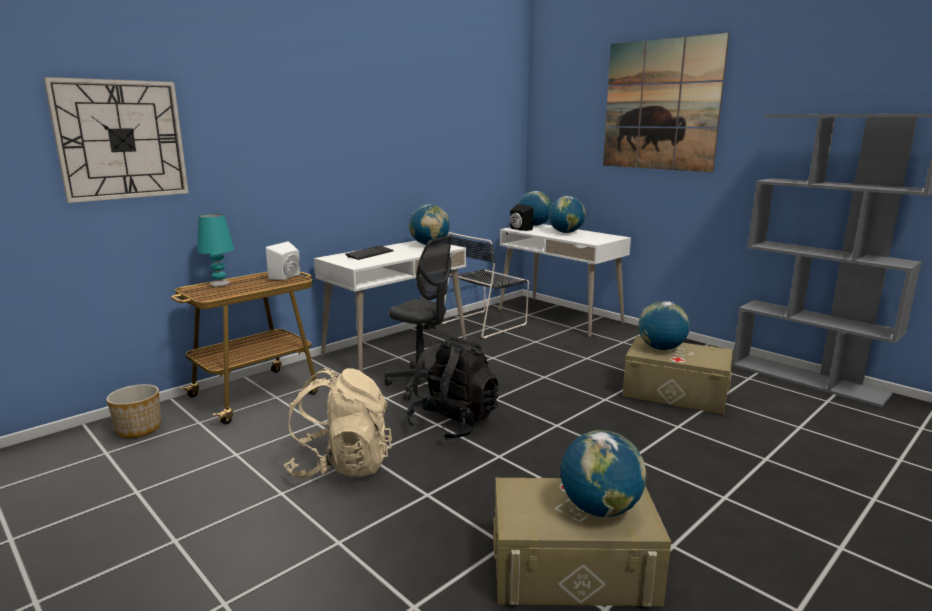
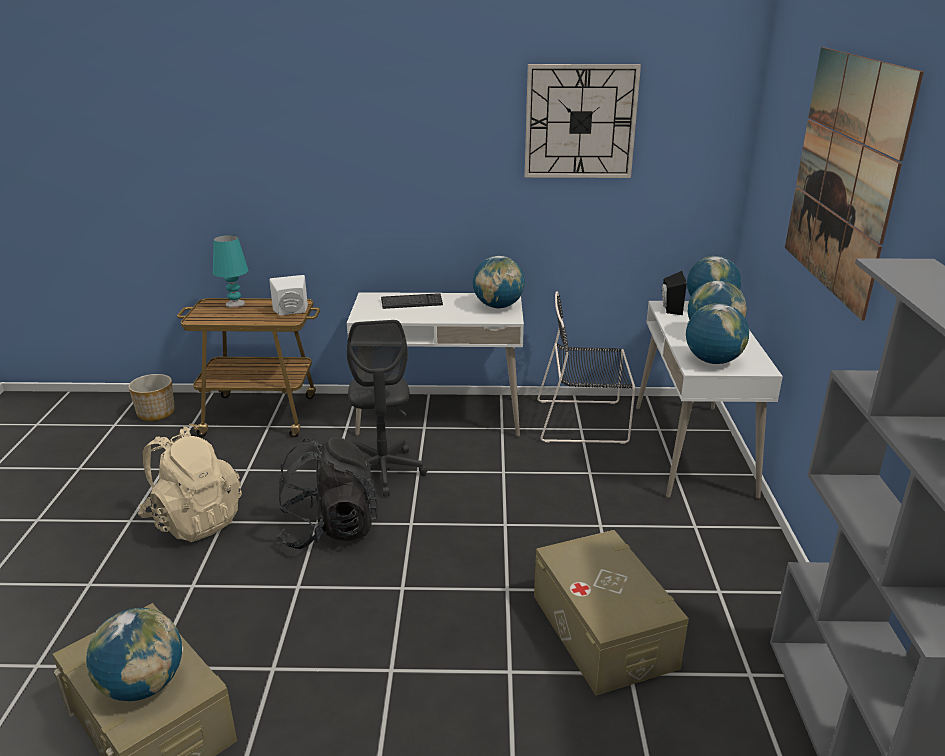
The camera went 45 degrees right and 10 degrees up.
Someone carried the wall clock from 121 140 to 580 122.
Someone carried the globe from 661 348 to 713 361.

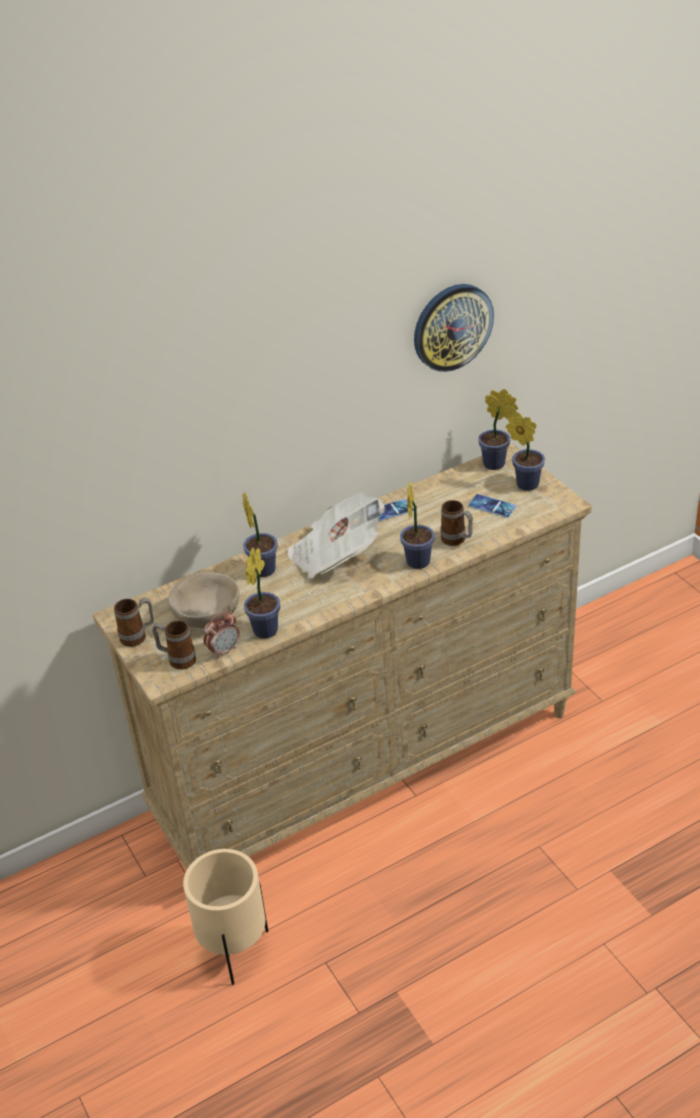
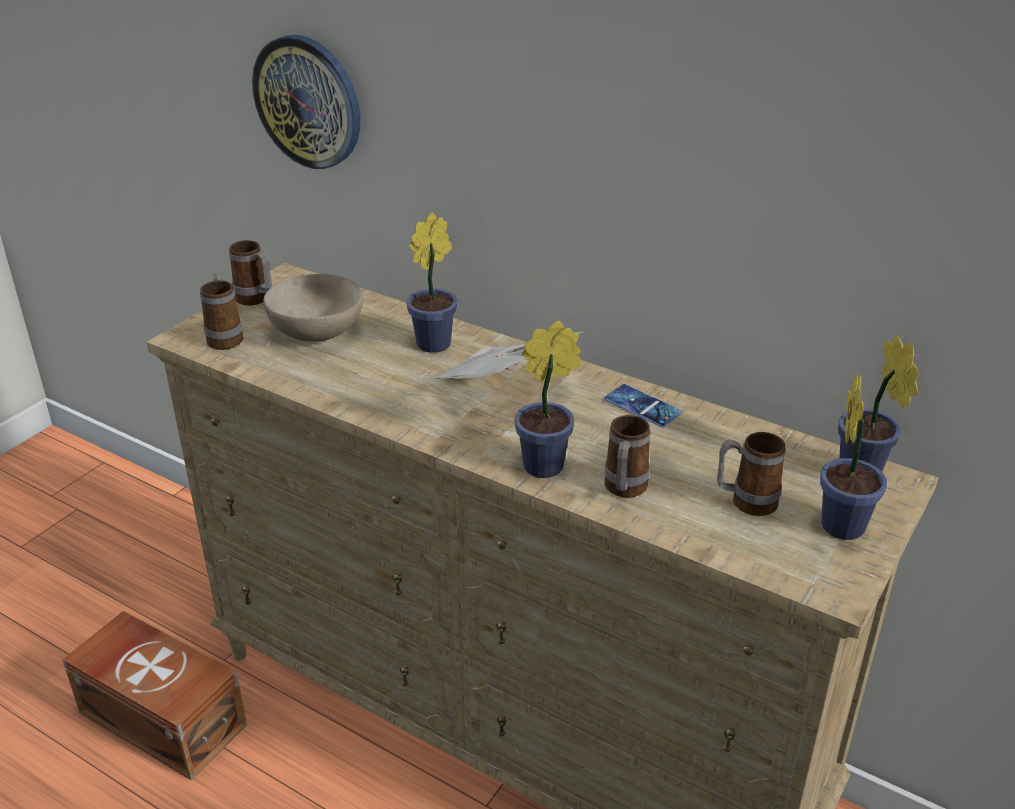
The camera went 60 degrees right and 5 degrees down.
Someone carried the wall clock from 452 327 to 308 102.
Someone swapped the phone at 492 506 for the mug at 745 502.
Someone took away the potted plant at 267 628.
Someone took away the alarm clock at 224 651.
Someone swapped the beige planter at 234 950 for the brown storage box at 163 716.

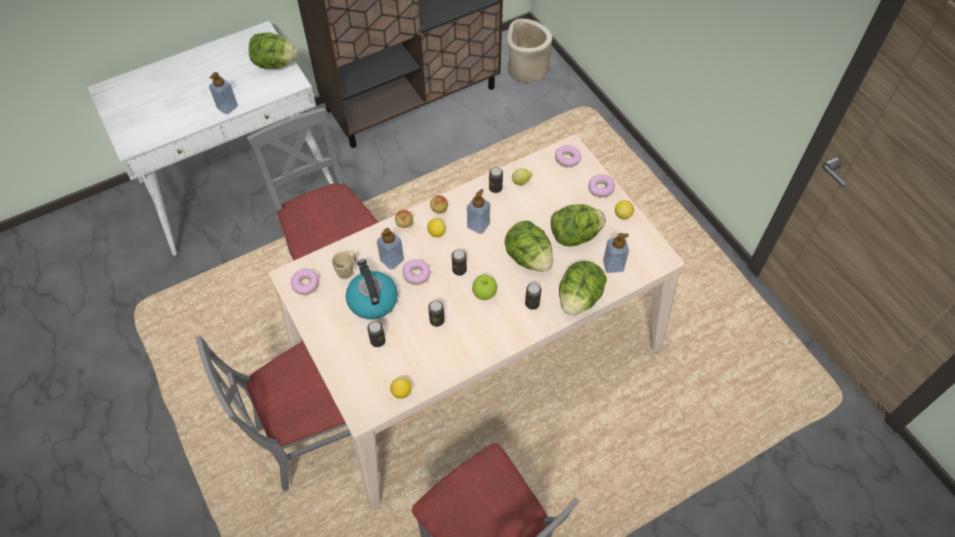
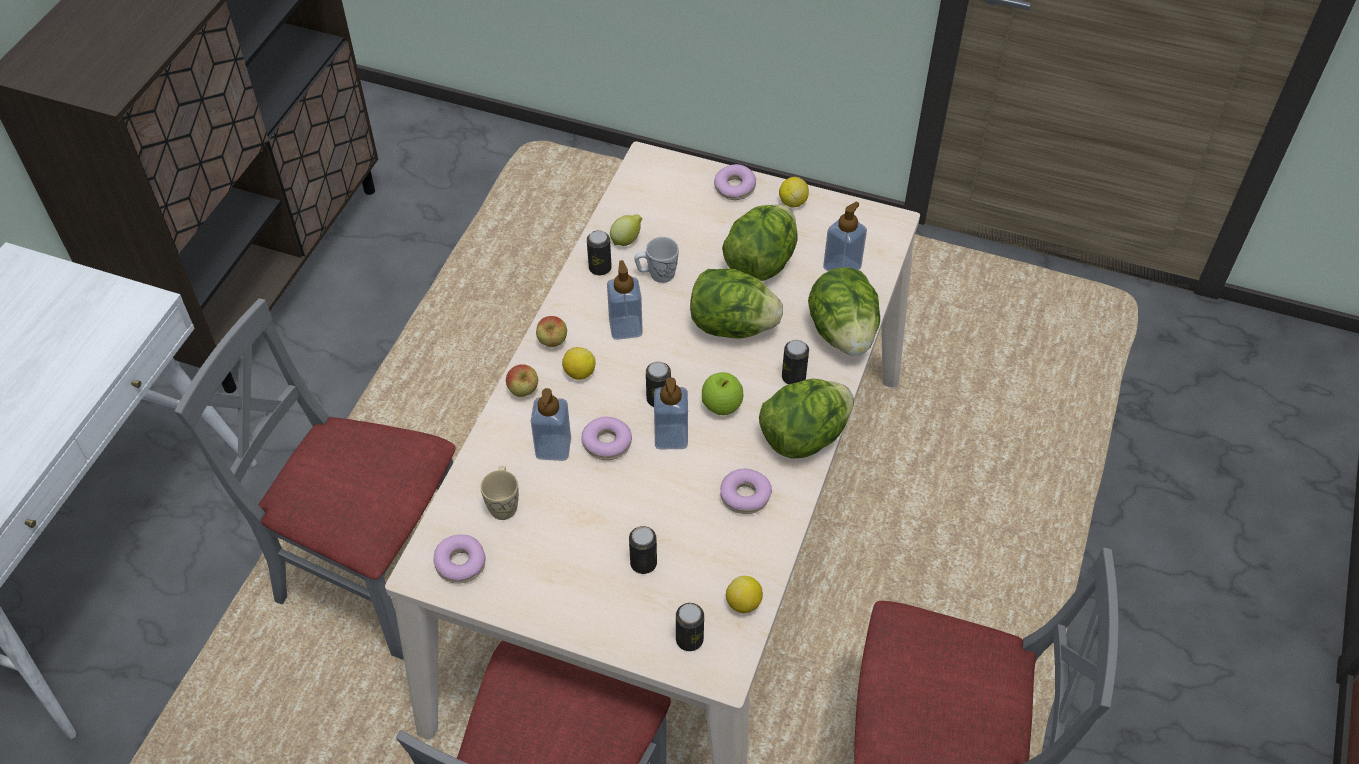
The camera went 40 degrees left and 5 degrees down.
Someone took away the beige planter at 526 69.
Someone carried the lettuce from 274 64 to 803 437.
Someone carried the soap dispenser from 227 107 to 671 437.
Someone carried the donut from 567 159 to 745 496.
Someone took away the kettle at 372 300.
Someone carried the can from 437 320 to 689 639.
Someone put down the white mug at 656 274.

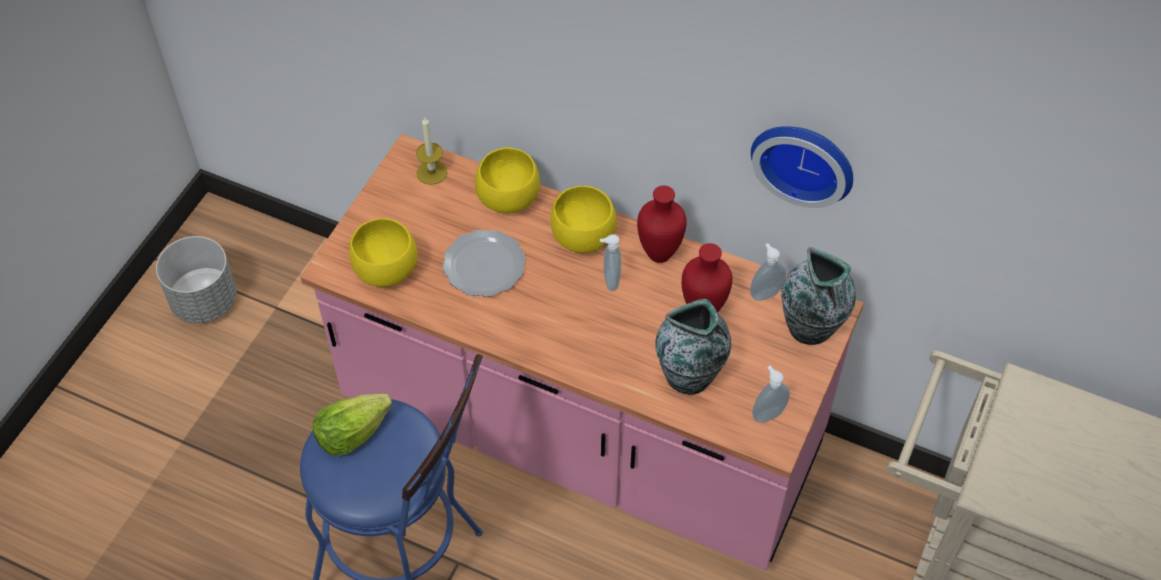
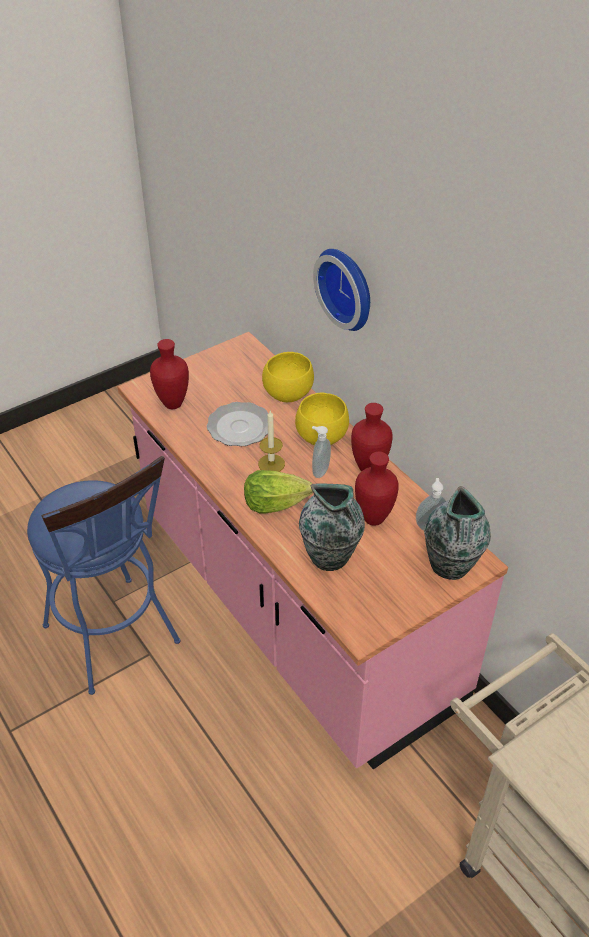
The camera went 30 degrees right and 10 degrees down.
Someone carried the candle from 432 172 to 271 464.
Someone carried the wall clock from 805 159 to 348 287.
Someone swapped the yellow bowl at 385 272 for the red vase at 171 404.
Someone took away the grey planter at 204 300.
Someone took away the soap dispenser at 767 413.
Someone carried the lettuce from 351 434 to 274 504.

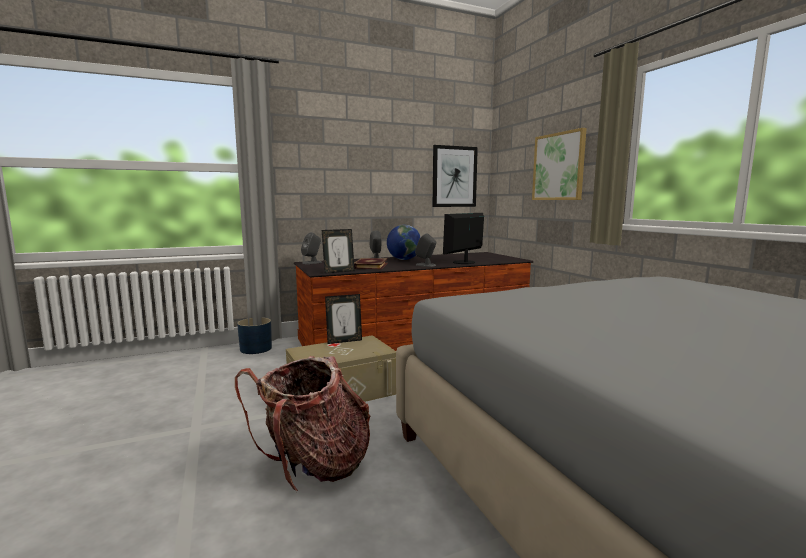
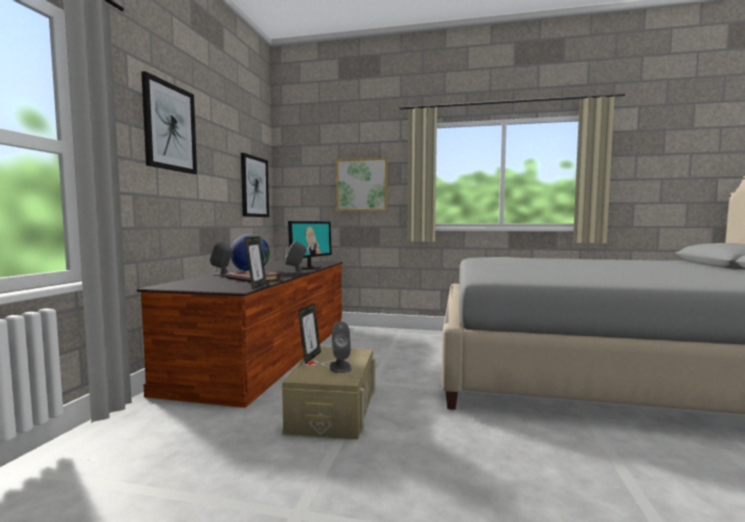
The camera went 55 degrees left and 5 degrees down.
Someone rotated the monitor at 464 262 by 135 degrees counterclockwise.
Someone carried the grey speaker from 312 262 to 340 367.
Someone took away the blue planter at 256 349.
Someone took away the backpack at 314 466.
Someone put up the picture at 169 127.

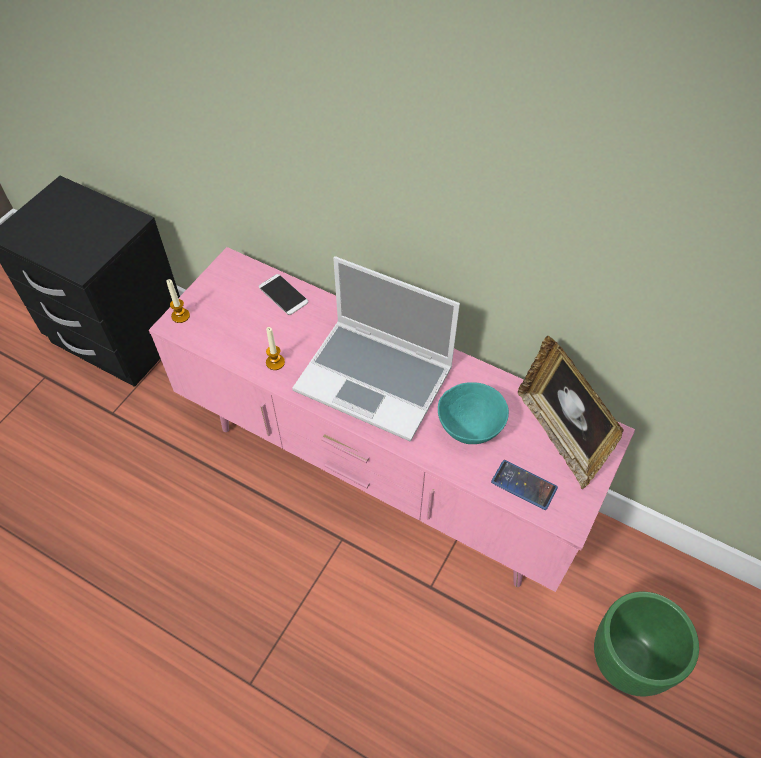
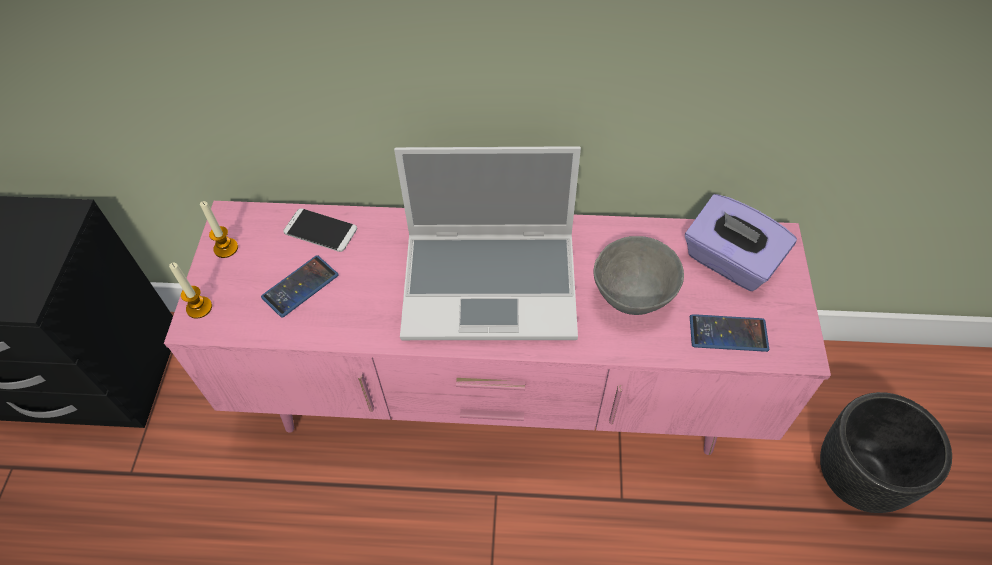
The camera went 25 degrees left and 0 degrees up.
Someone carried the candle from 275 362 to 226 248.
Someone swapped the picture frame at 559 435 for the purple tissue box at 729 262.
Someone repainted the turquoise bowl at 469 431, which became the grey bowl at 632 299.
Someone repainted the green planter at 627 659, which became the black planter at 856 476.
Someone put down the phone at 300 286.

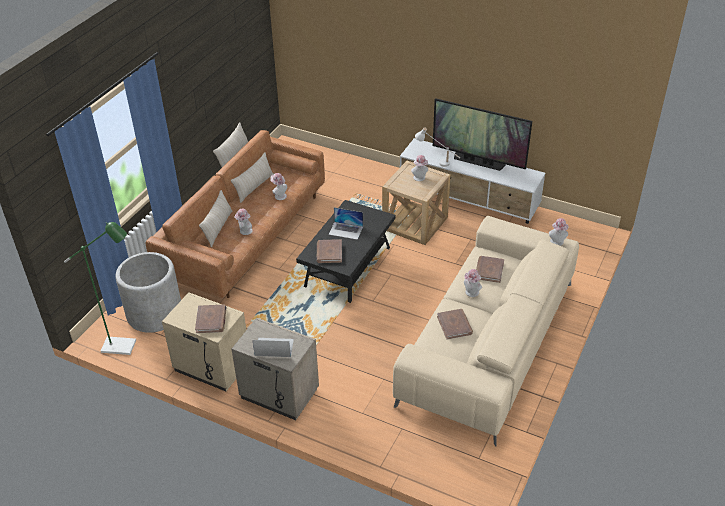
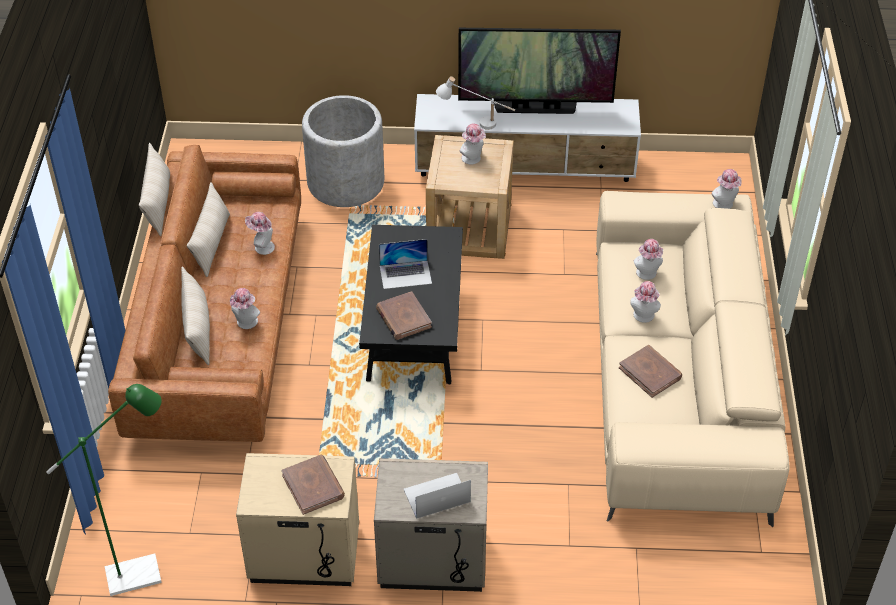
The camera went 25 degrees left and 5 degrees up.
Someone carried the grey planter from 154 313 to 345 182.
Someone swapped the brown book at 489 270 for the hat at 647 274.

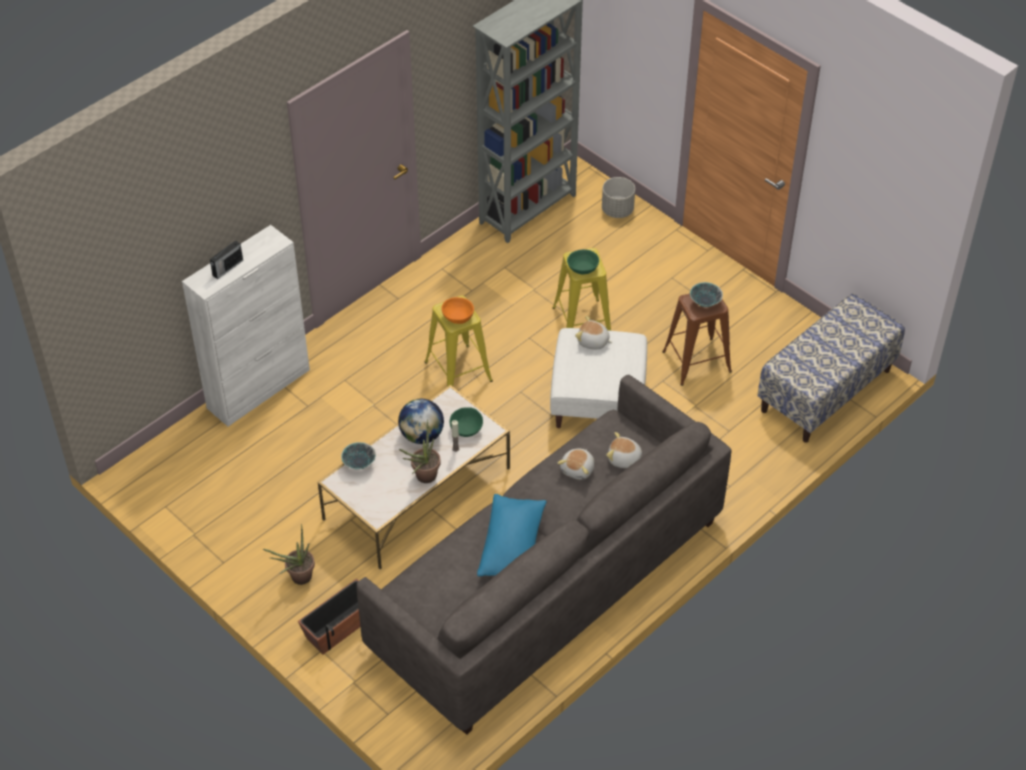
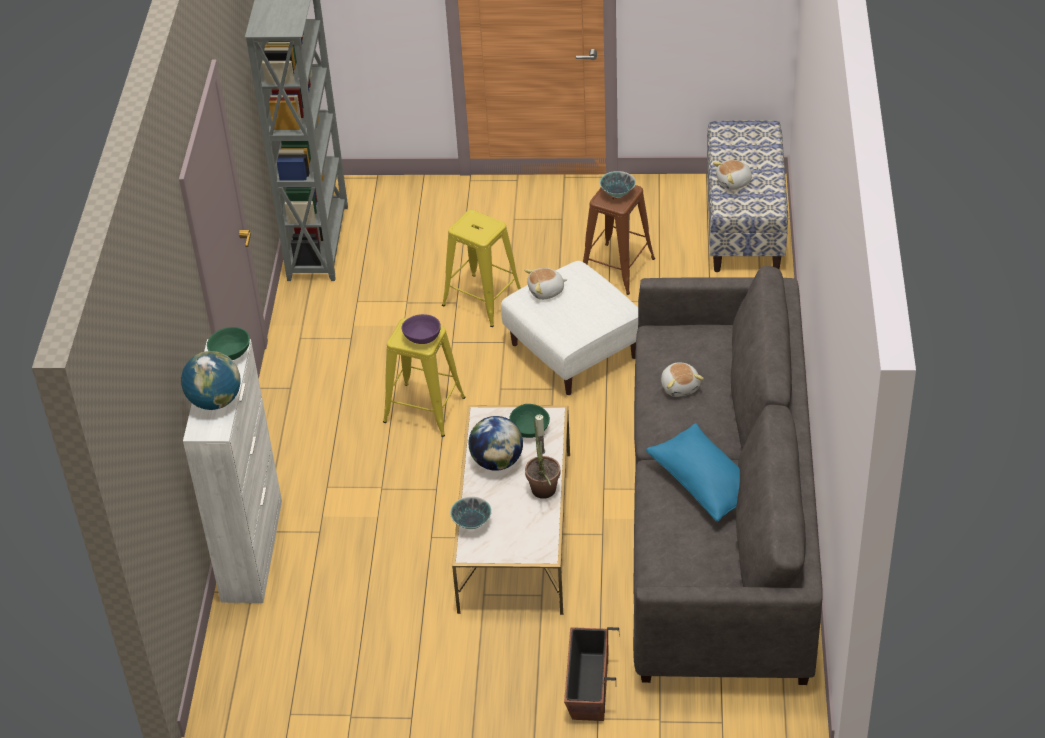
The camera went 40 degrees left and 5 degrees down.
Someone took away the grey planter at 617 210.
Someone swapped the radio at 227 268 for the globe at 215 401.
Someone carried the green bowl from 583 269 to 231 353.
Someone repainted the orange bowl at 458 318, which became the purple bowl at 423 338.
Someone carried the plush toy from 624 459 to 734 182.
Someone took away the potted plant at 297 578.

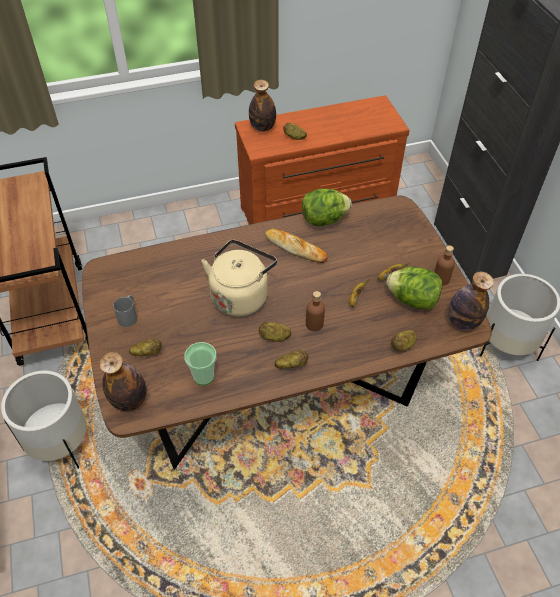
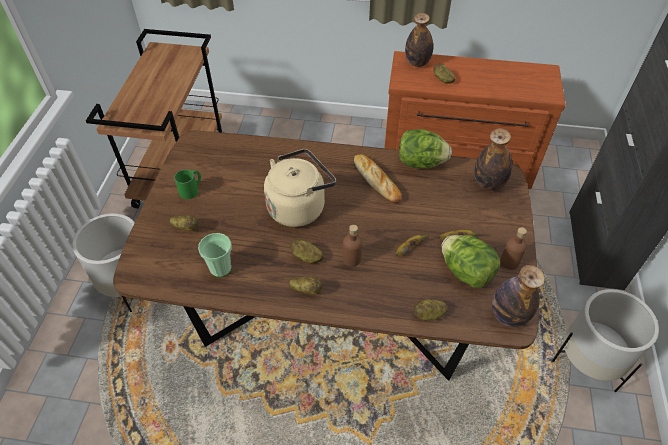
The camera went 25 degrees right and 0 degrees up.
Someone repainted the grey mug at 129 315, which became the green mug at 192 189.
Someone carried the bottle from 129 400 to 489 183.

